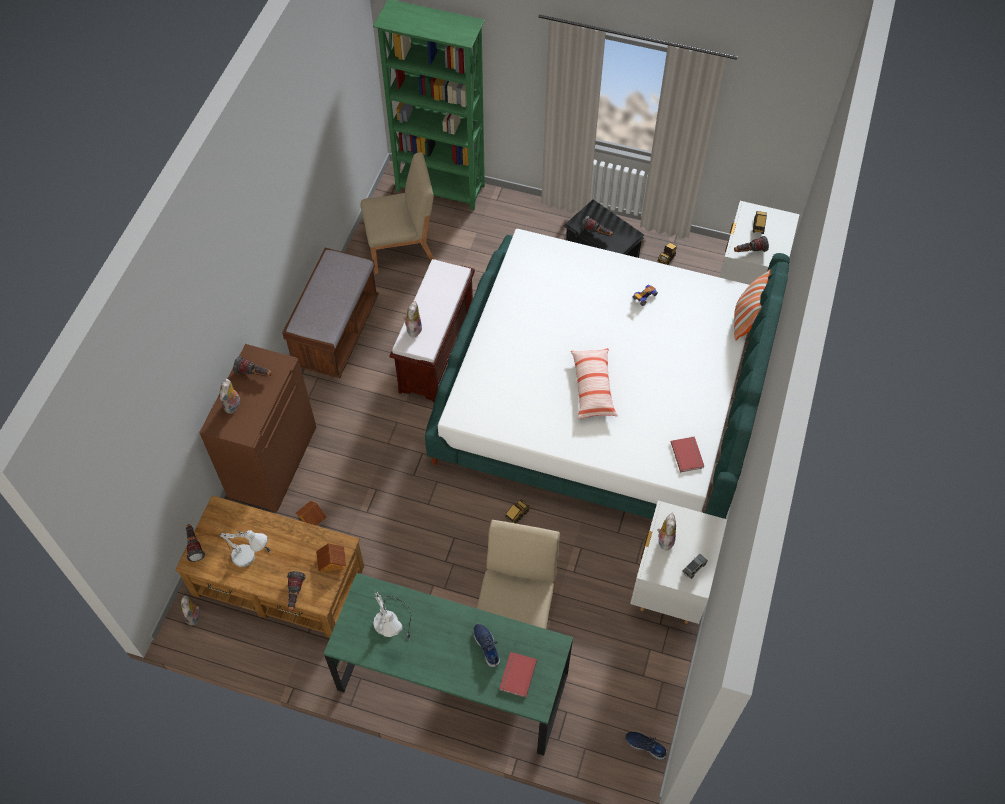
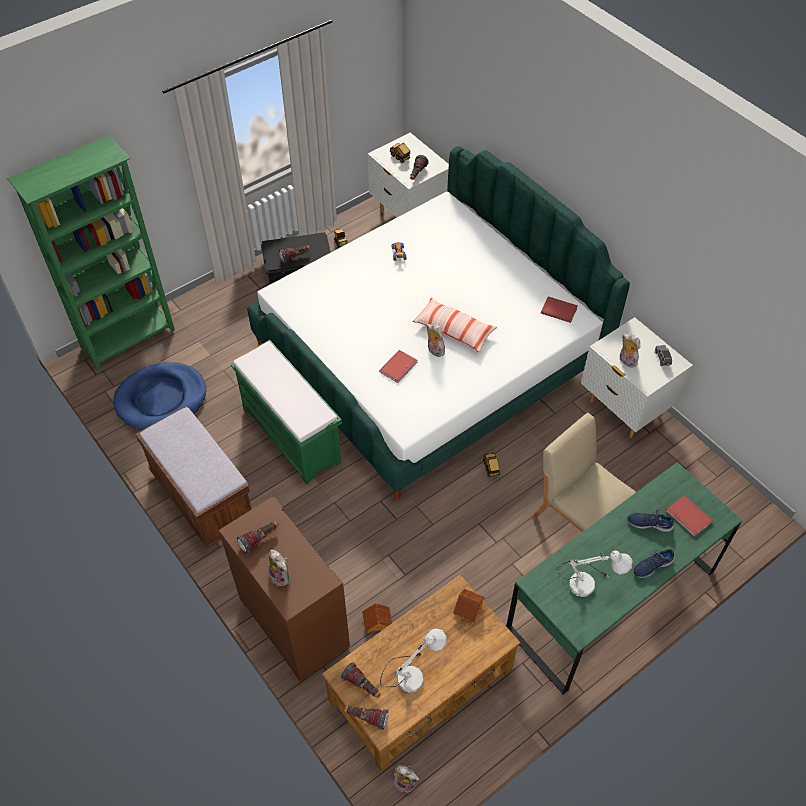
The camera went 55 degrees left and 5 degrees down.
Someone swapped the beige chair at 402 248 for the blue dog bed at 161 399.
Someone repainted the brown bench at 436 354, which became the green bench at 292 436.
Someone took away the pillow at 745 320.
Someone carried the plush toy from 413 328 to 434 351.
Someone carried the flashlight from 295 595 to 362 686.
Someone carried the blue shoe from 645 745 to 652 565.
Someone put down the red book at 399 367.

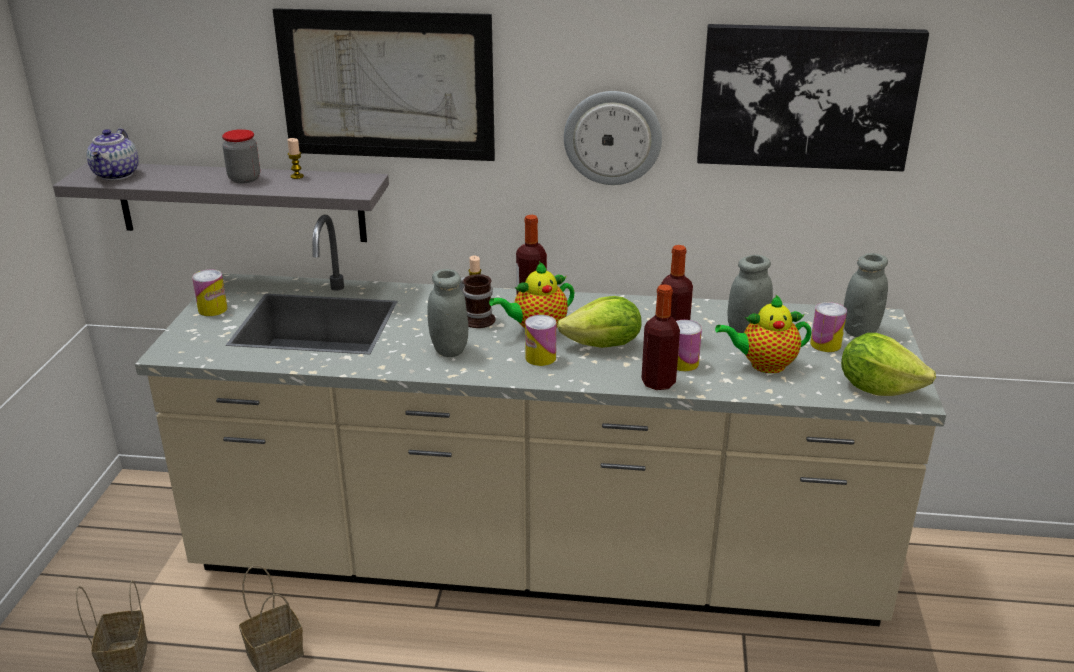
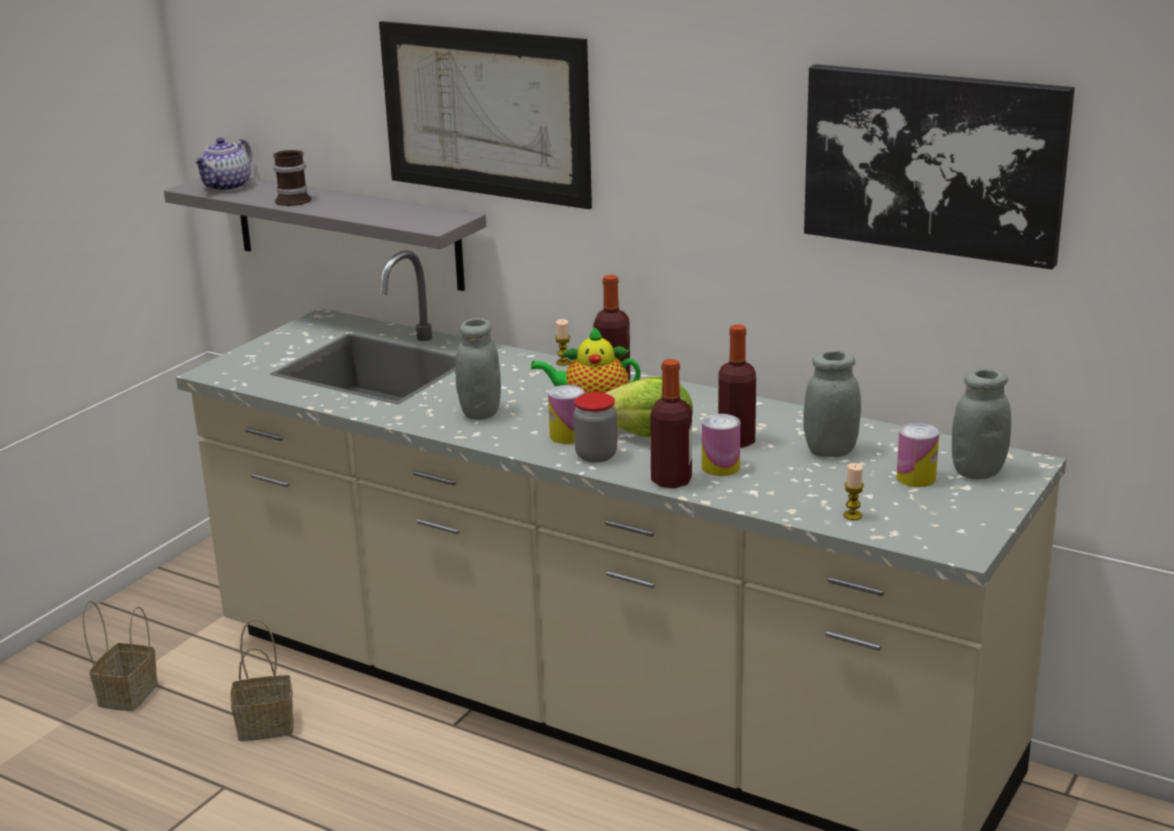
The camera went 25 degrees right and 5 degrees down.
Someone took away the wall clock at 612 137.
Someone carried the jar from 244 179 to 596 455.
Someone carried the candle from 297 176 to 852 515.
Someone took away the can at 212 309.
Someone carried the mug from 477 318 to 294 199.
Someone took away the teapot at 763 365.
Someone took away the lettuce at 877 388.

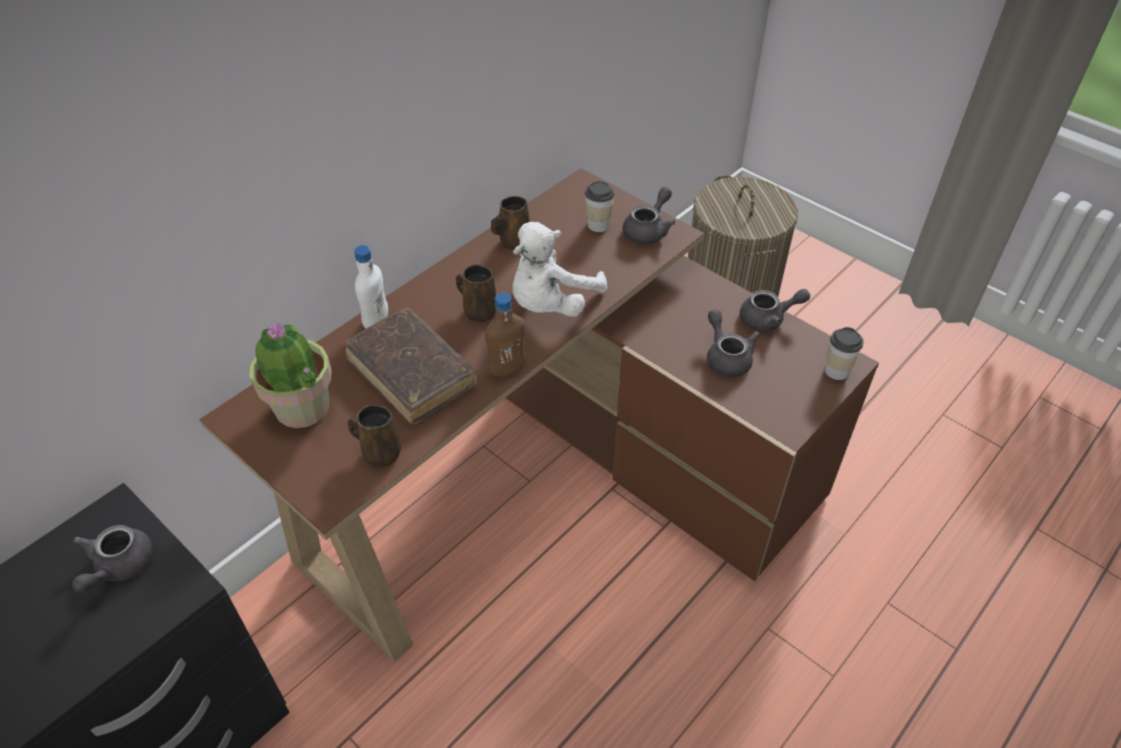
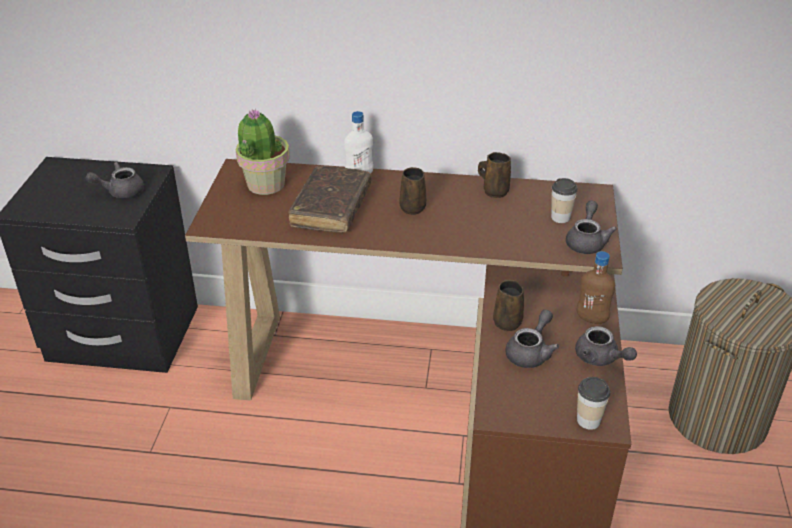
The camera went 55 degrees right and 10 degrees down.
Someone rotated the grey teapot at 648 230 by 75 degrees counterclockwise.
Someone took away the white plush toy at 551 304.
Someone carried the brown bottle from 507 369 to 591 319.
Someone carried the brown mug from 380 453 to 506 321.

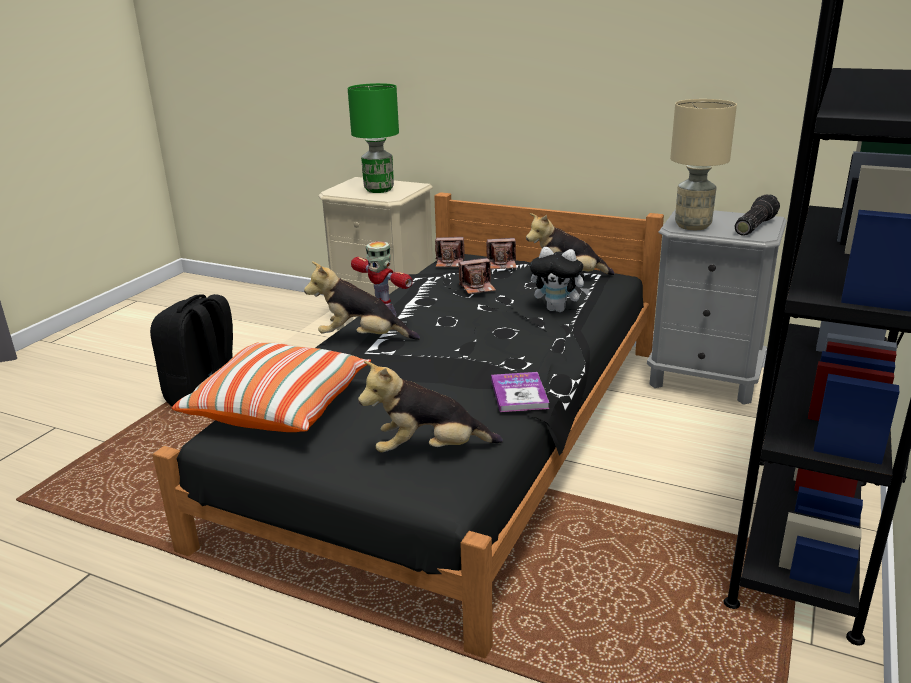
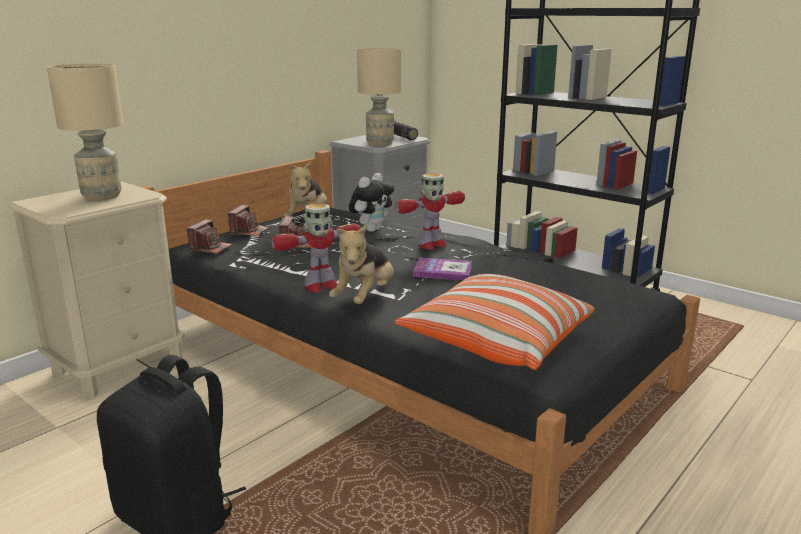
The camera went 75 degrees left and 5 degrees down.
Someone repainted the green table lamp at 379 190, which became the beige table lamp at 103 196.
Someone took away the plush toy at 429 451.
Someone carried the book from 519 394 to 443 271.
Someone put down the toy robot at 431 245.

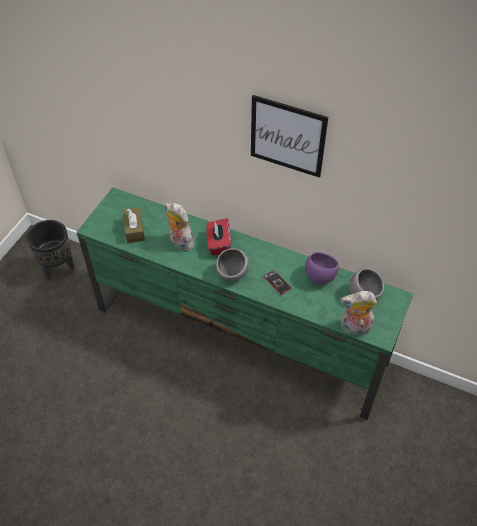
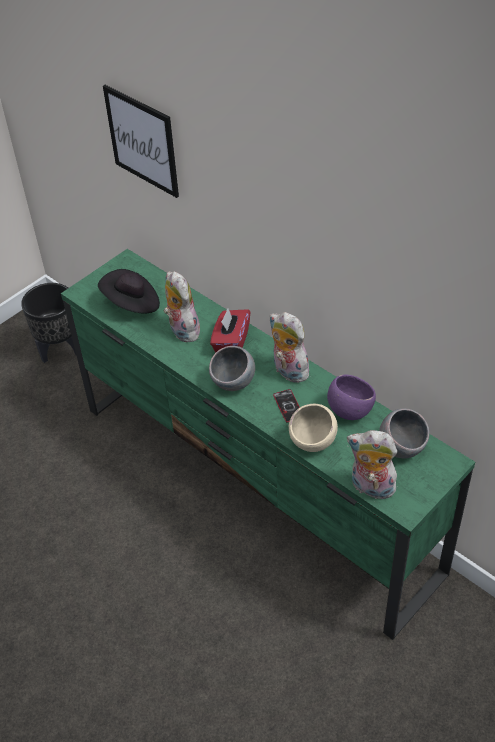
The camera went 20 degrees right and 5 degrees down.
Someone carried the picture from 287 136 to 142 141.
Someone swapped the brown tissue box at 134 229 for the black hat at 132 304.
Someone put down the plush toy at 288 371.
Someone put down the beige bowl at 313 442.

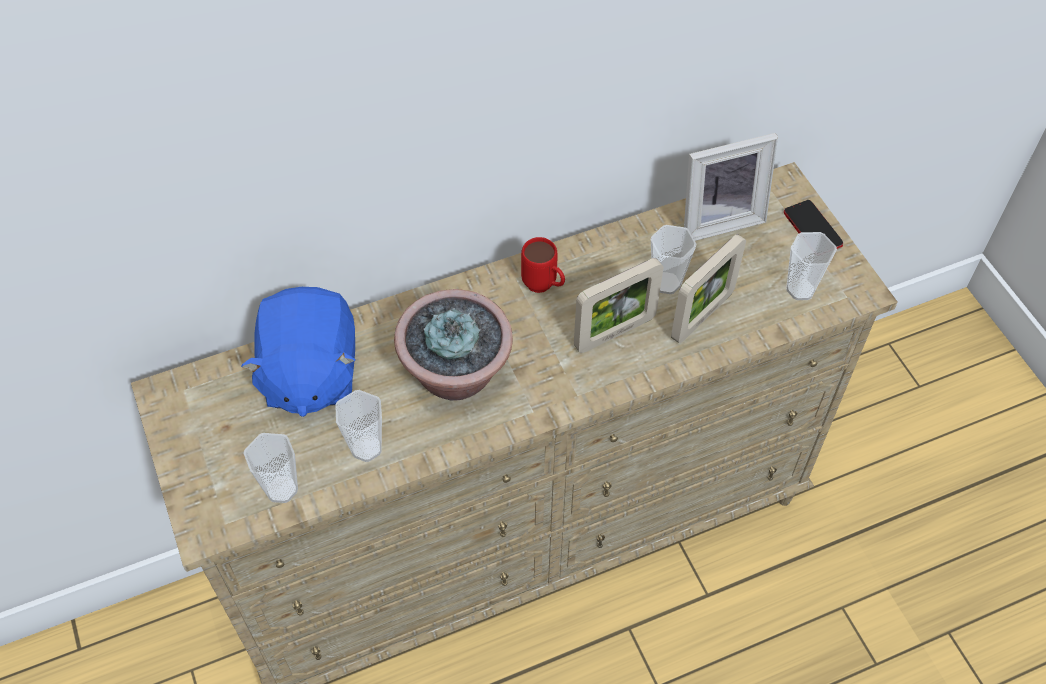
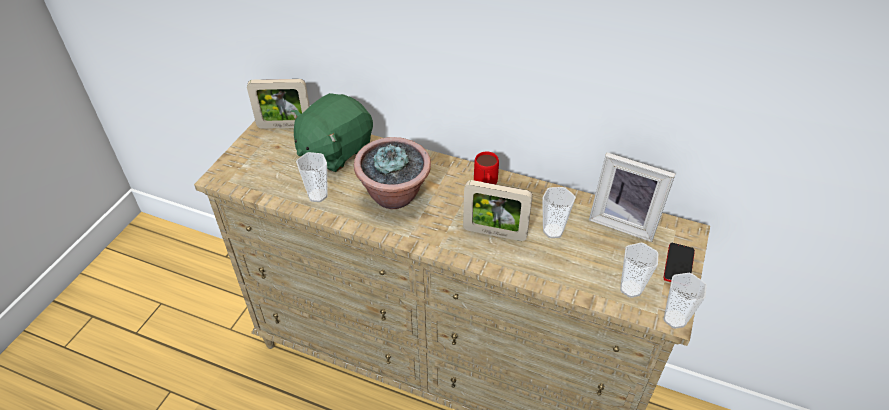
The camera went 45 degrees right and 10 degrees down.
Someone carried the picture frame from 702 316 to 285 126.
Someone repainted the blue plush toy at 309 374, which became the green plush toy at 335 151.
Someone carried the cup from 282 489 to 674 319.

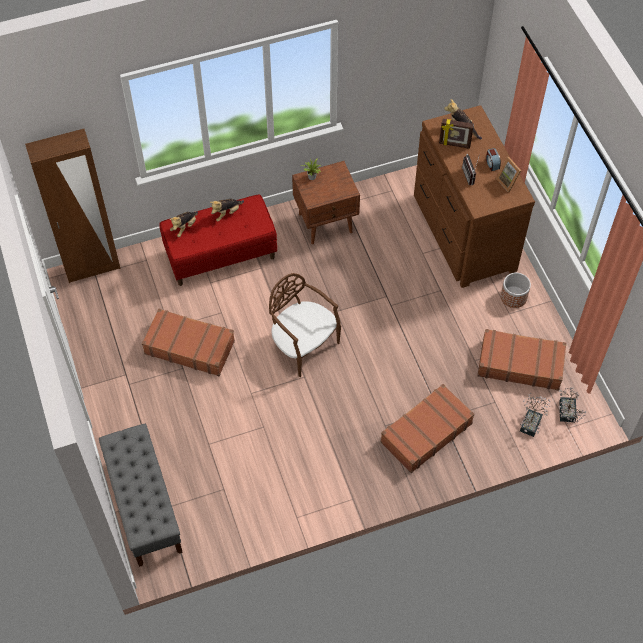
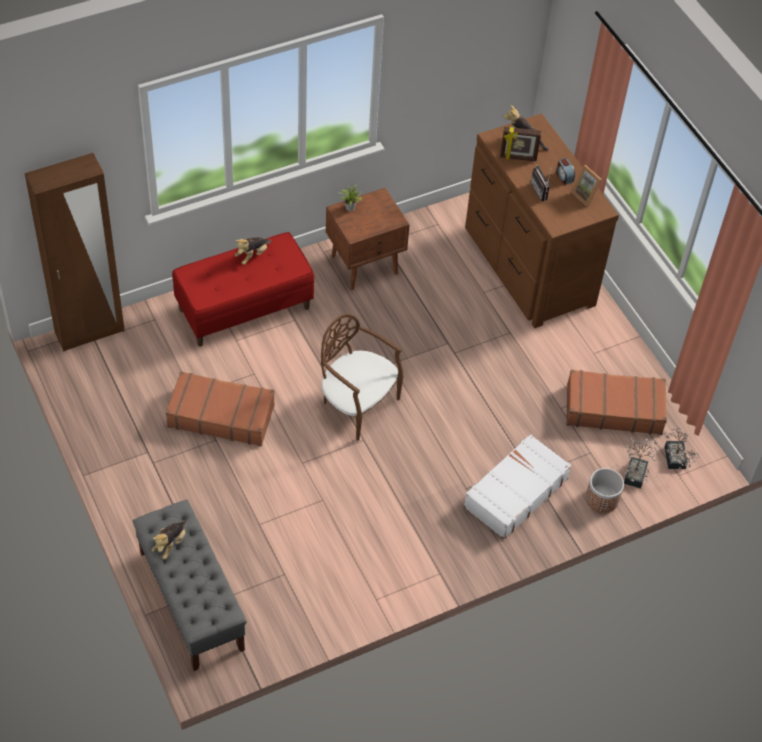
The camera went 10 degrees left and 5 degrees down.
Someone carried the plush toy from 184 227 to 170 544.
Someone carried the planter from 514 297 to 602 499.
Someone repainted the brown suitcase at 425 432, which became the white suitcase at 515 492.

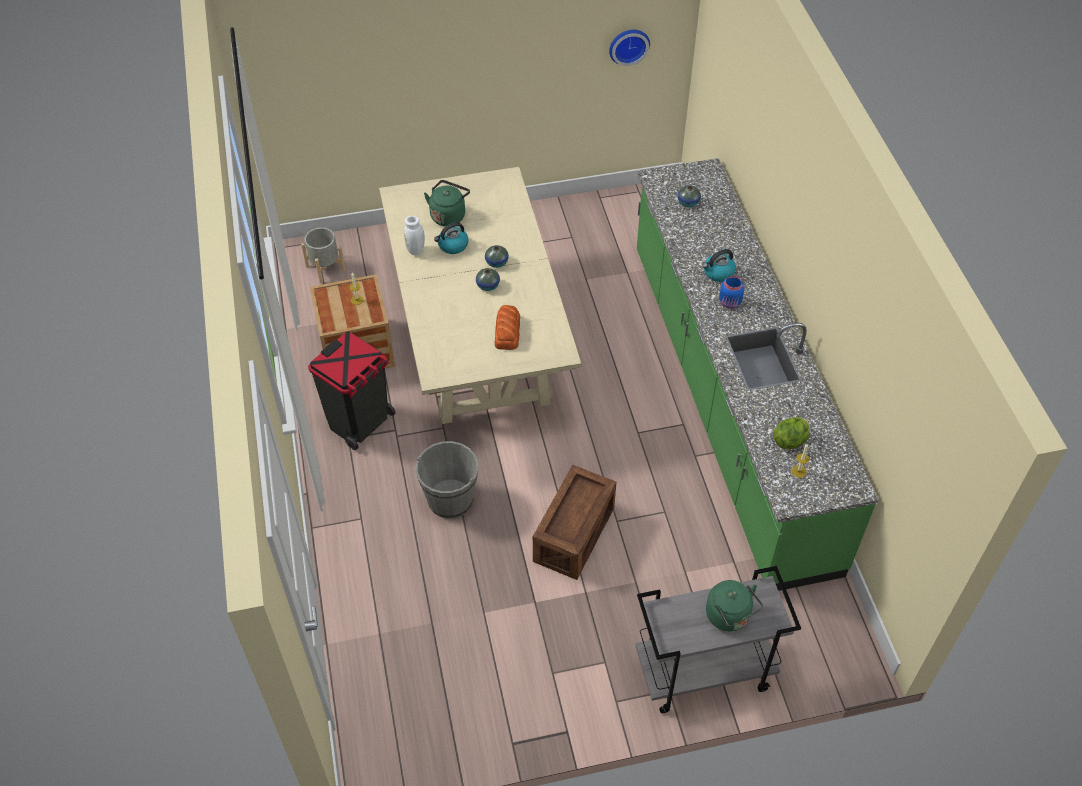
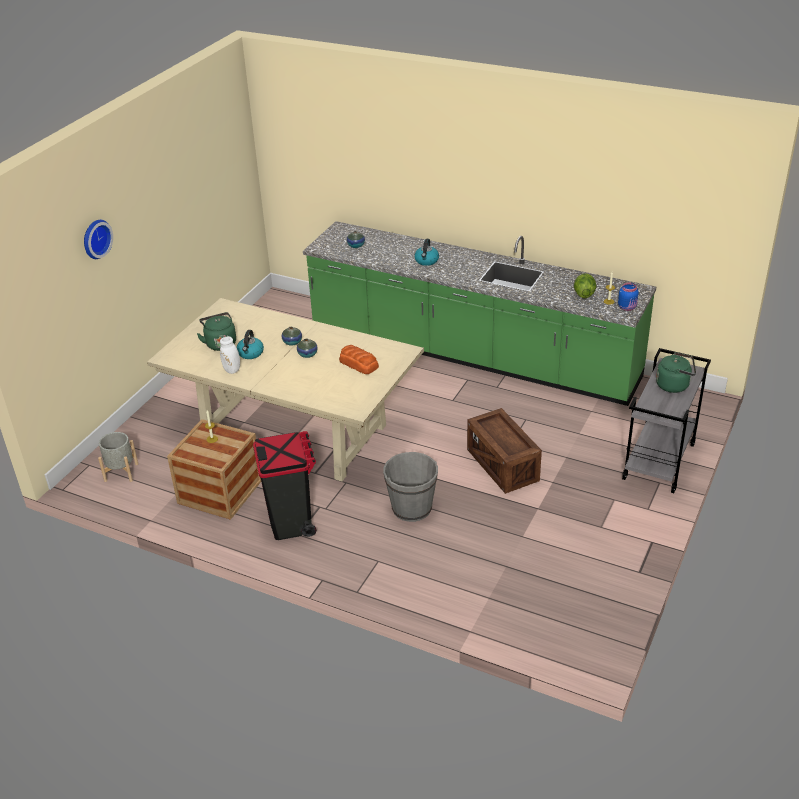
The camera went 50 degrees left and 15 degrees down.
Someone carried the wall clock from 628 45 to 95 238.
Someone carried the blue jar from 730 303 to 627 307.

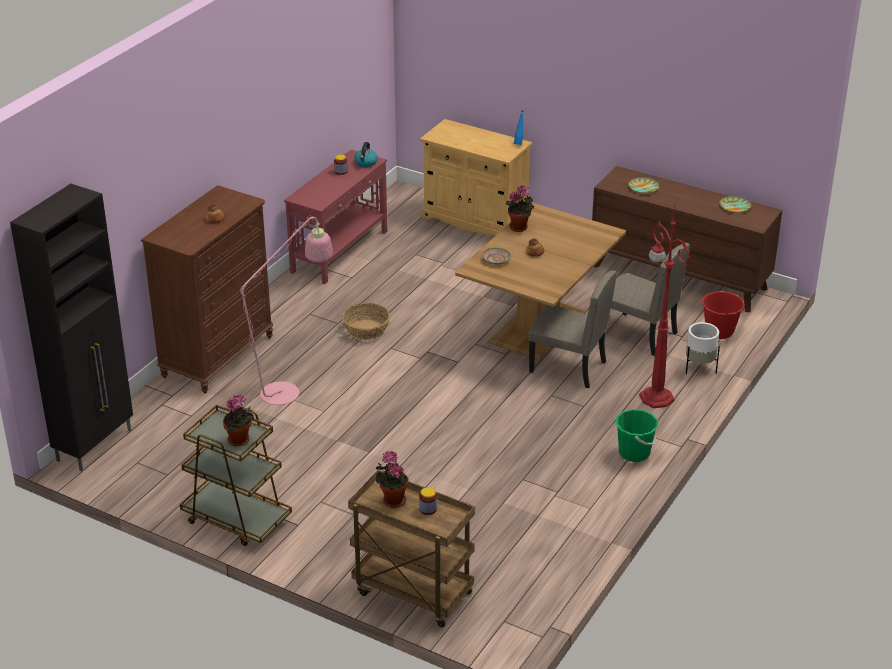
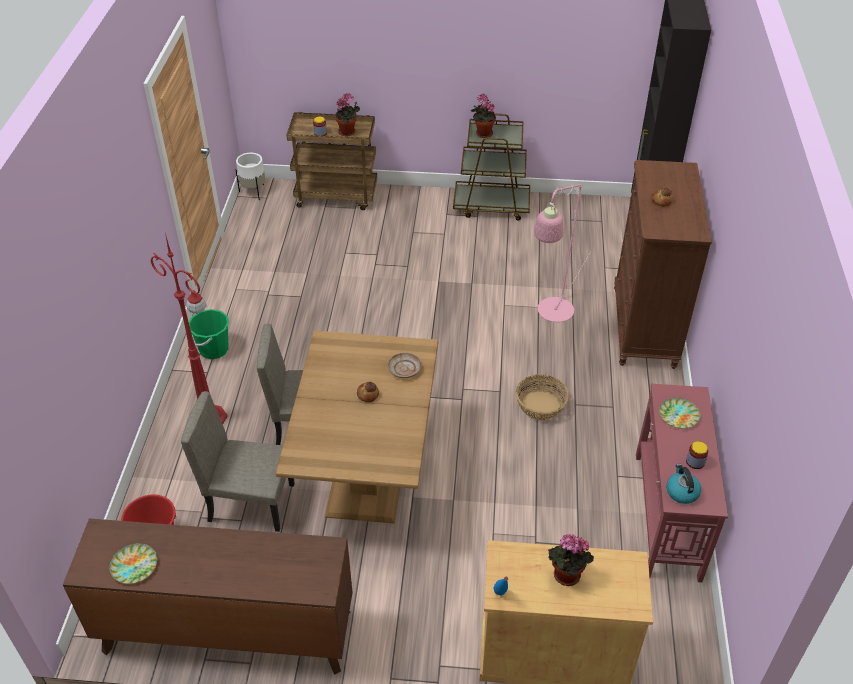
The camera went 155 degrees right and 10 degrees up.
Someone carried the plate from 643 187 to 678 415.
Someone carried the potted plant from 520 227 to 565 577.
Someone carried the white planter from 699 368 to 253 192.

